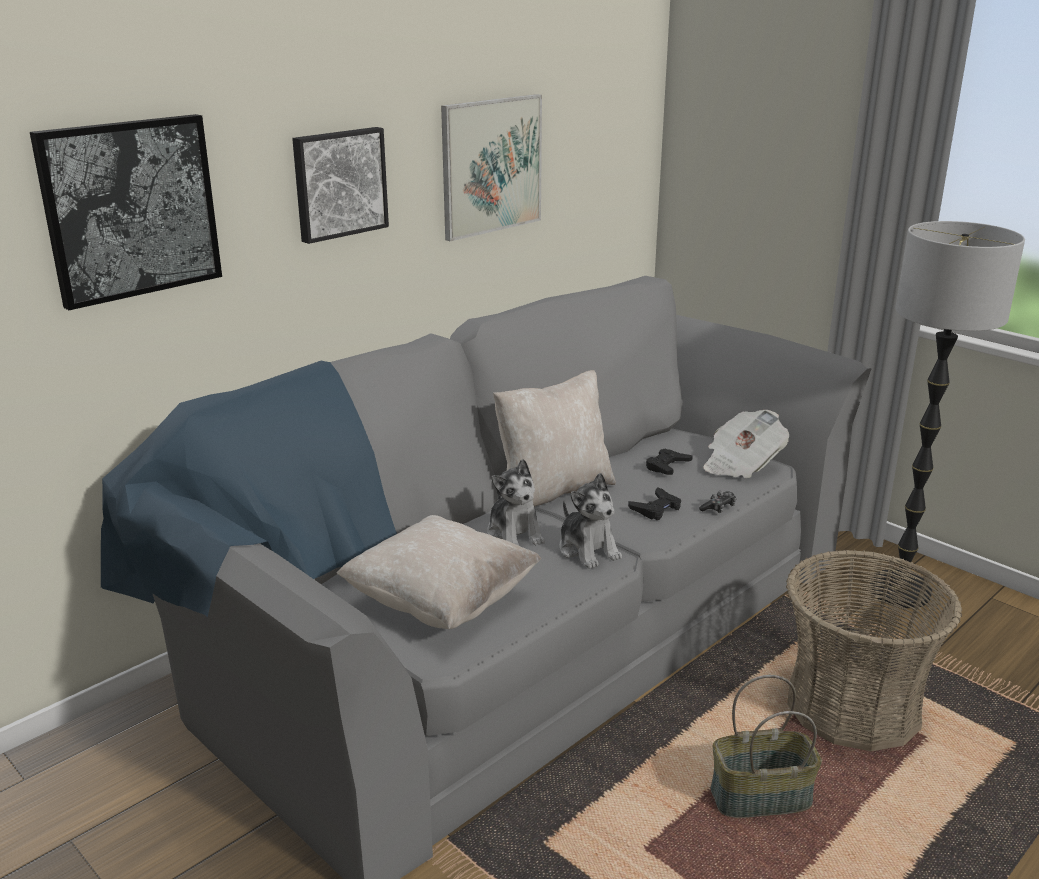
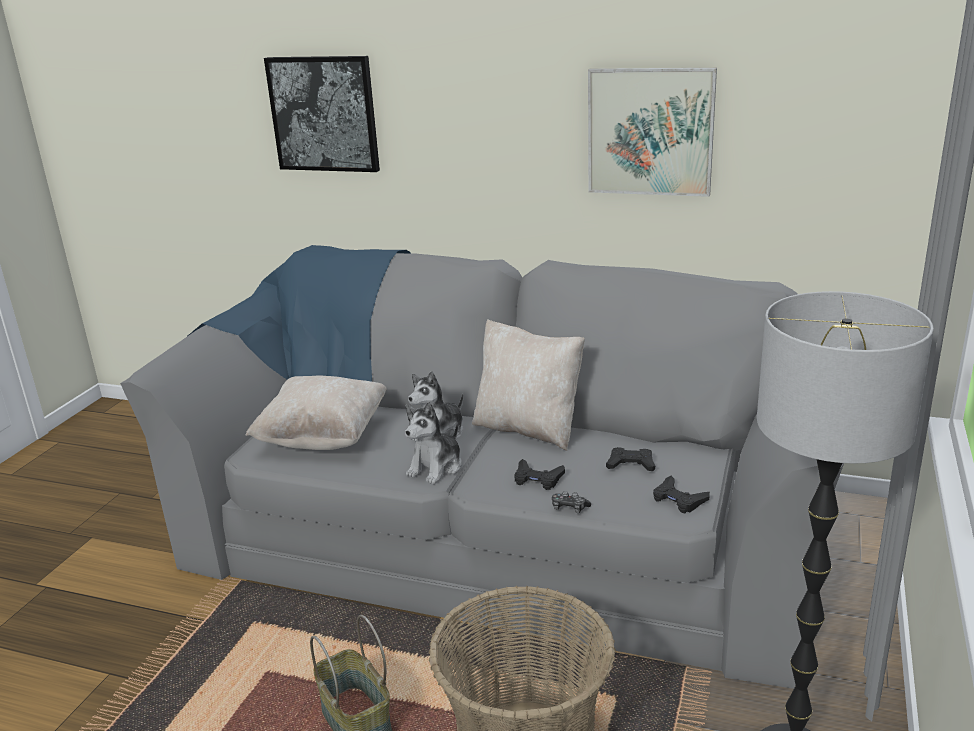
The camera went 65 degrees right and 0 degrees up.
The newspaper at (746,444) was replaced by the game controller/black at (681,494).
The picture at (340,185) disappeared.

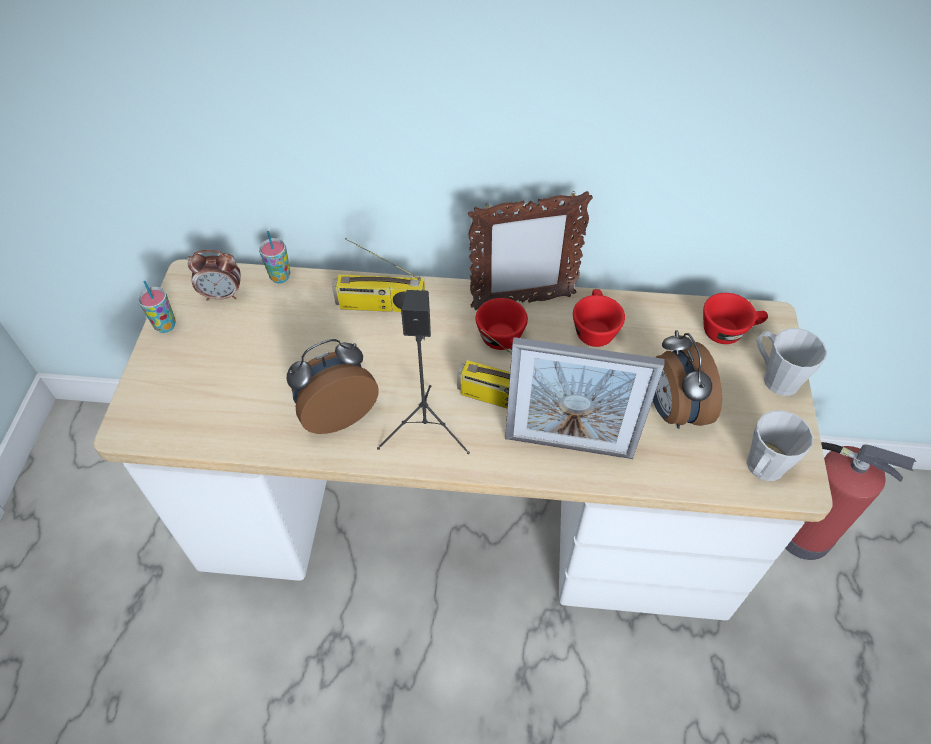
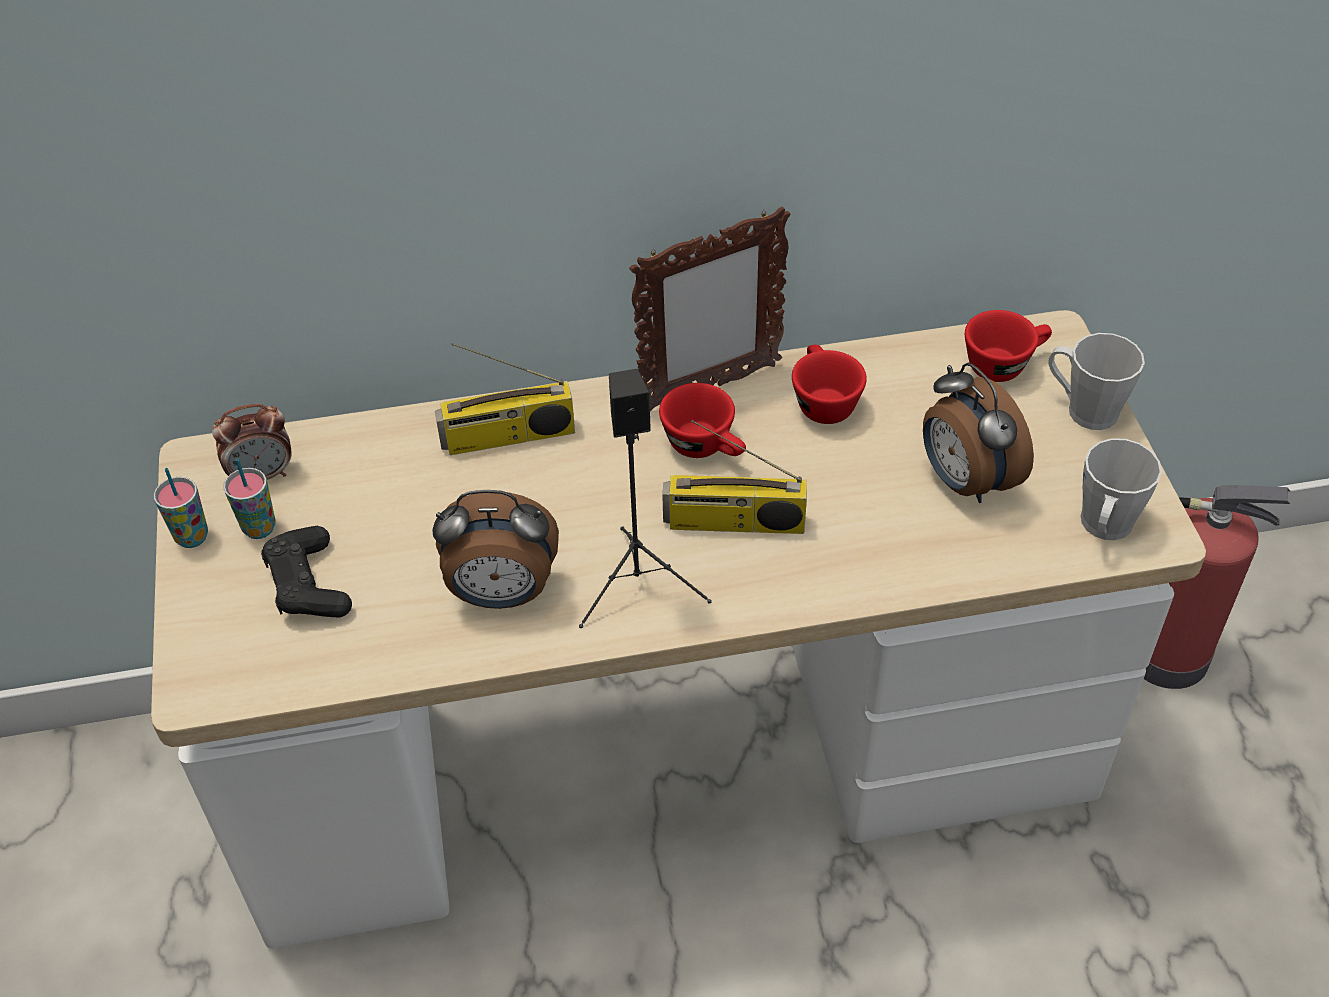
The camera went 15 degrees left and 5 degrees down.
The cup moved from (274,257) to (249,499).
The game controller/black at (306,571) appeared.
The alarm clock at (333,386) turned 135 degrees counterclockwise.
The picture frame at (585,398) disappeared.

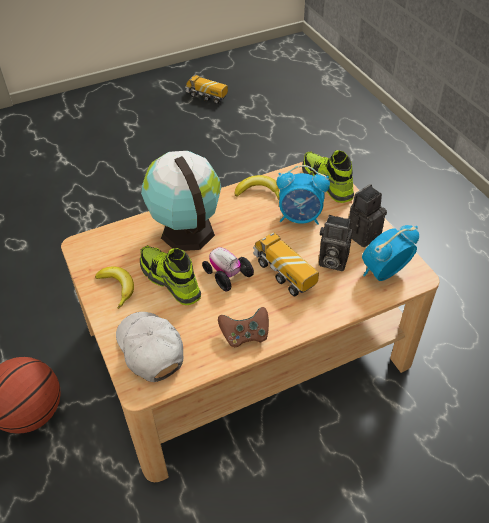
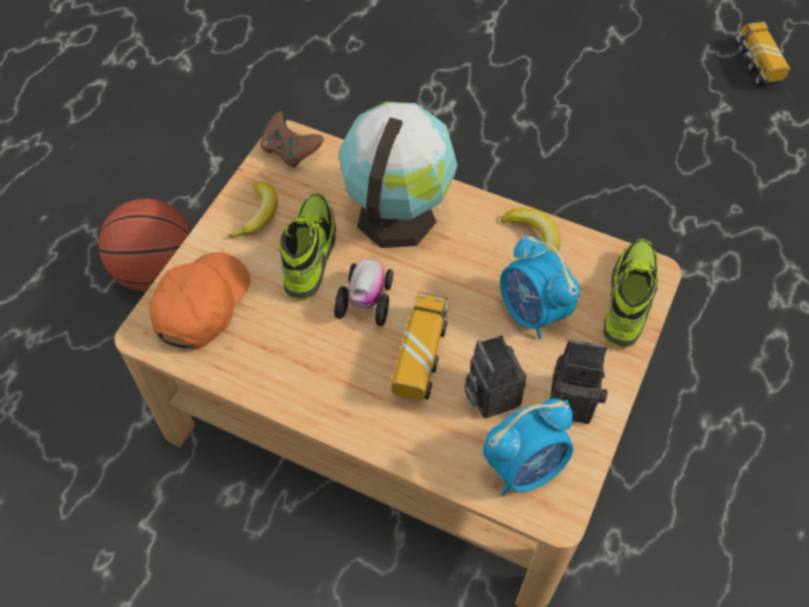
The camera went 50 degrees right and 10 degrees up.
The cap/white at (149,347) became the cap/orange at (199,300).
The game controller/brown moved from (243,327) to (292,139).
The alarm clock at (390,253) turned 135 degrees clockwise.

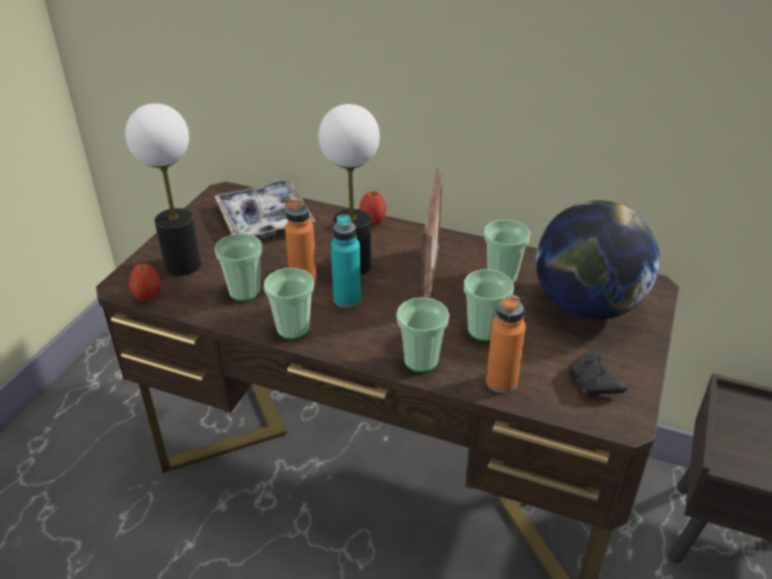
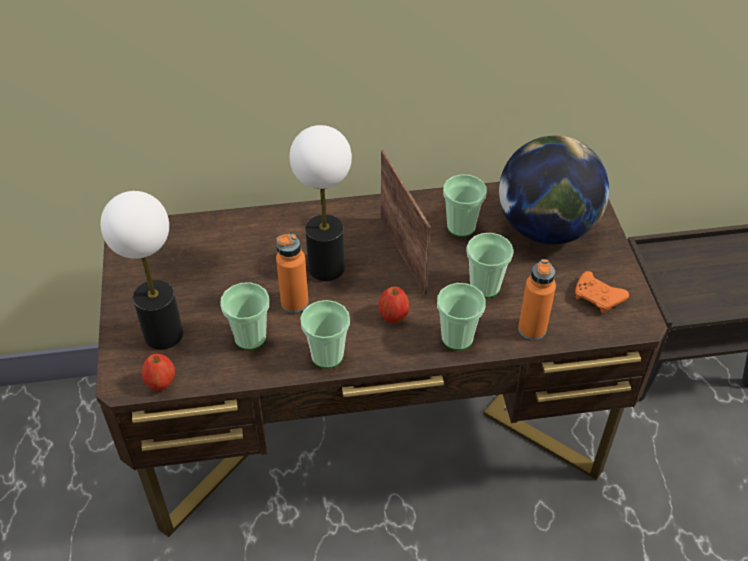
The camera went 30 degrees left and 10 degrees up.
The apple moved from (372,208) to (393,304).
The game controller/black at (598,374) became the game controller/orange at (602,292).
The tray at (264,209) disappeared.
The bottle/turquoise at (346,261) disappeared.

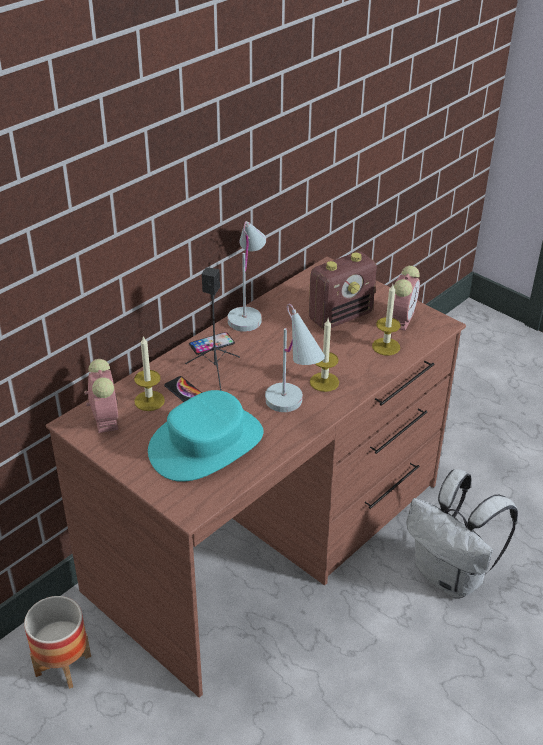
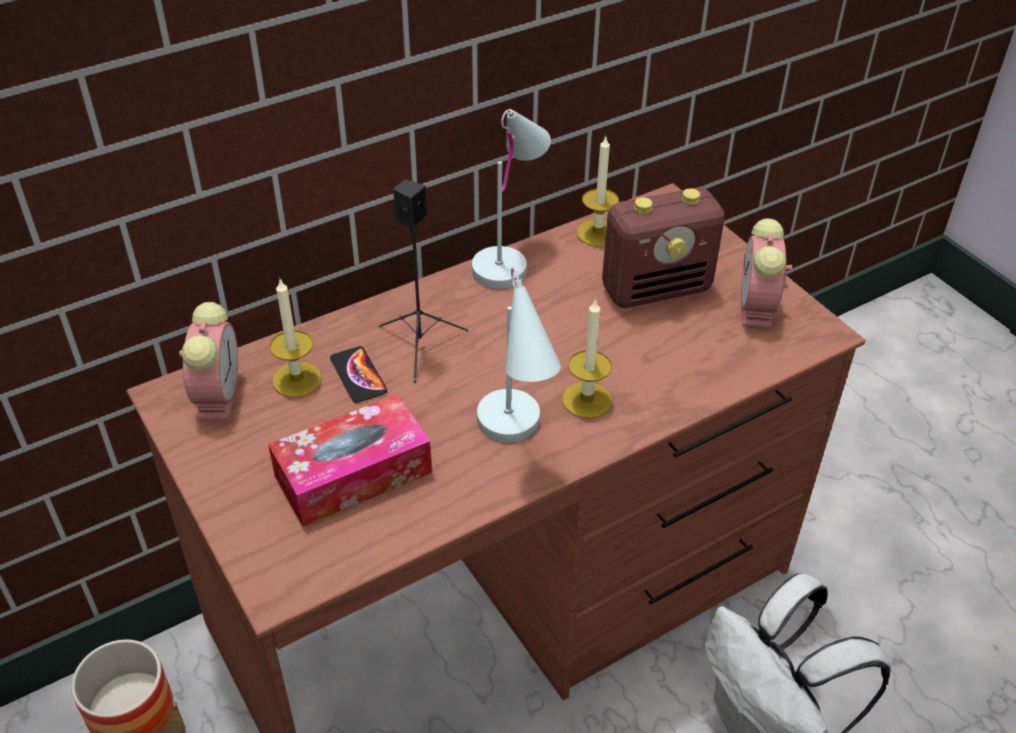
The camera went 15 degrees right and 5 degrees up.
The hat/turquoise at (206,436) was replaced by the tissue box at (350,460).
The candle moved from (386,320) to (598,191).
The alarm clock at (406,298) turned 150 degrees clockwise.
The phone at (212,343) disappeared.

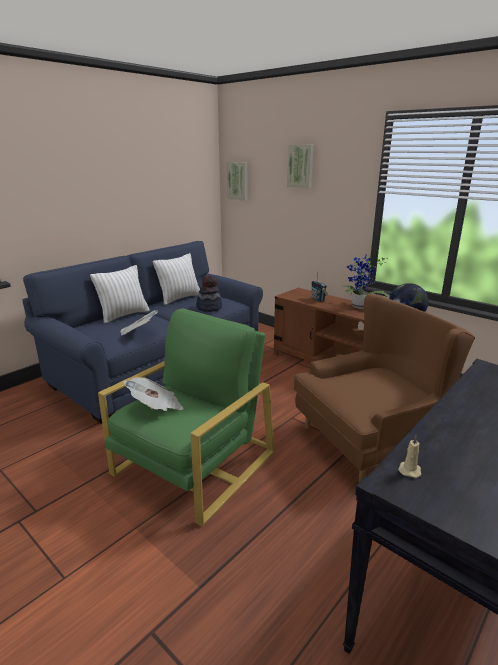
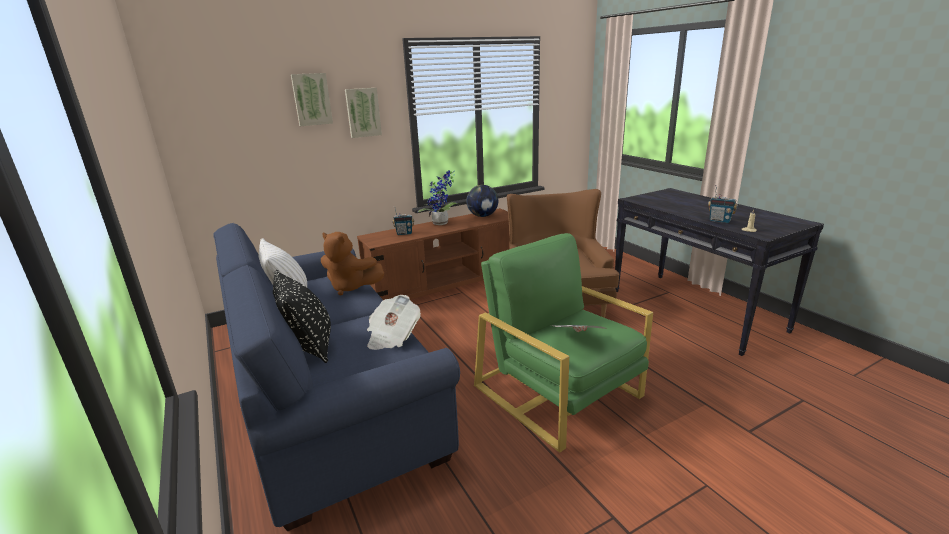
The camera went 70 degrees left and 0 degrees up.
The pillow/white at (120,294) became the pillow/black at (302,316).
The hat at (209,294) was replaced by the plush toy/brown at (352,263).
The picture moved from (237,181) to (363,113).
The radio at (723,204) appeared.

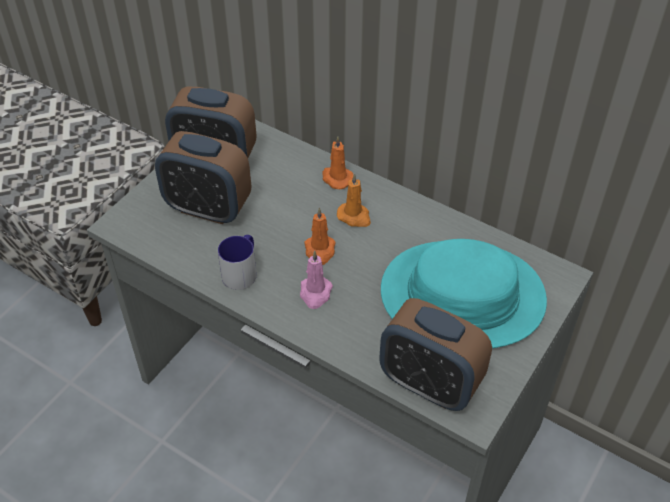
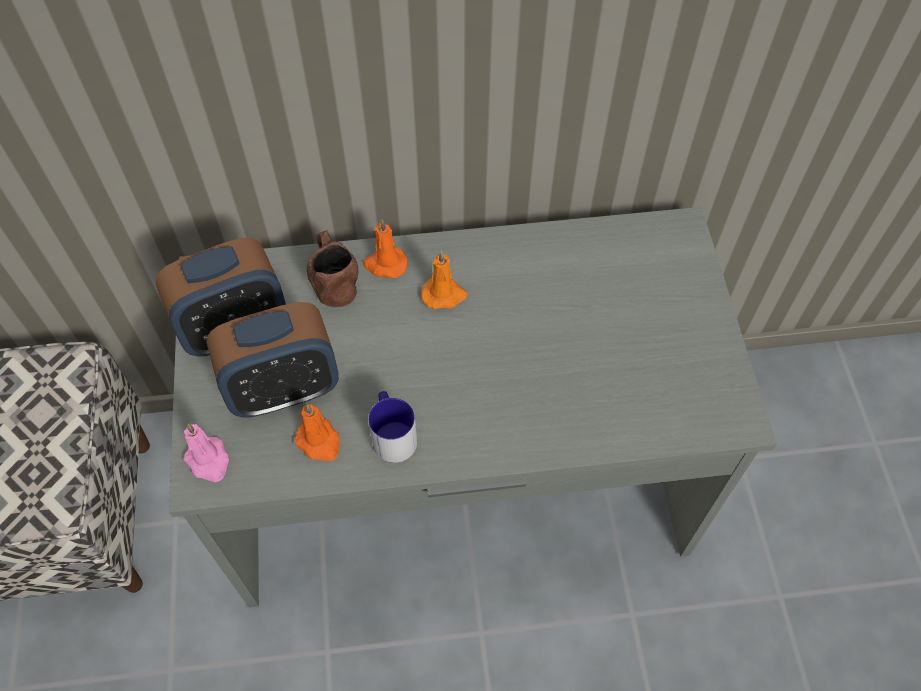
The camera went 40 degrees left and 10 degrees up.
The candle/pink moved from (316,280) to (206,452).
The candle/orange moved from (320,236) to (317,432).
The mug/brown at (332,268) appeared.
The alarm clock at (435,354) disappeared.
The hat/turquoise at (464,293) disappeared.

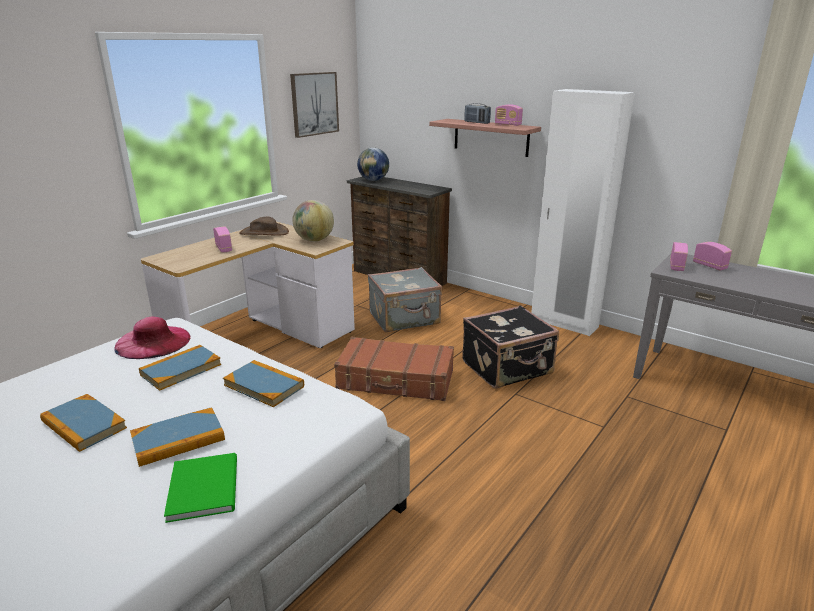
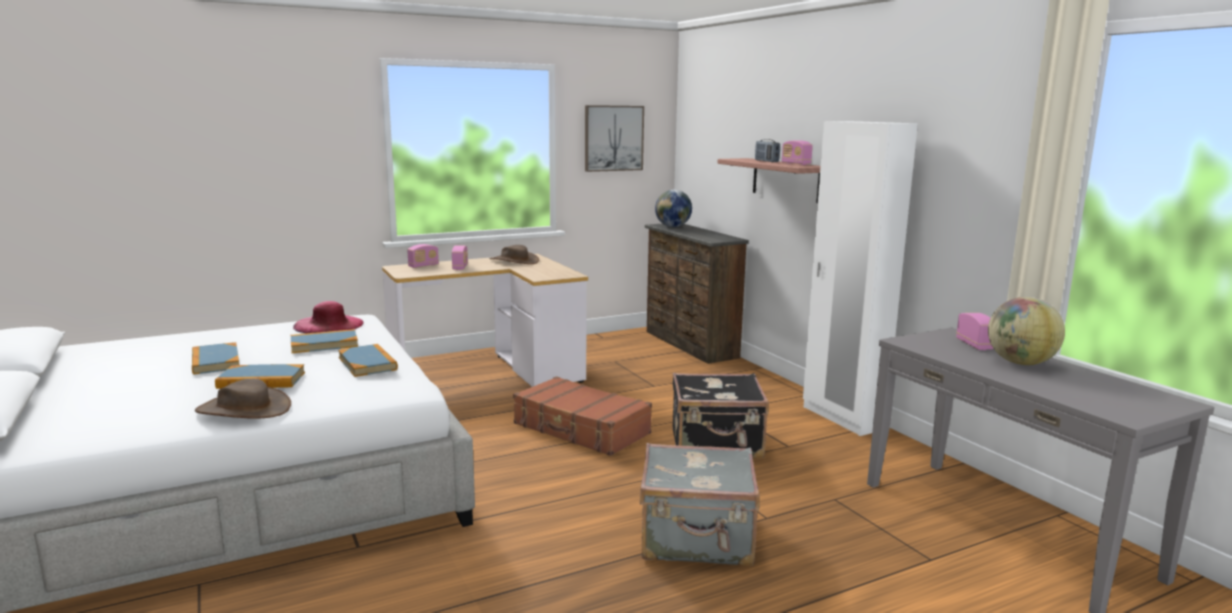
The camera went 25 degrees right and 10 degrees down.
The book/green at (200,488) was replaced by the hat/brown at (243,399).
The radio moved from (679,256) to (423,256).
The suitcase/grey moved from (405,299) to (700,504).
The globe moved from (313,220) to (1026,331).

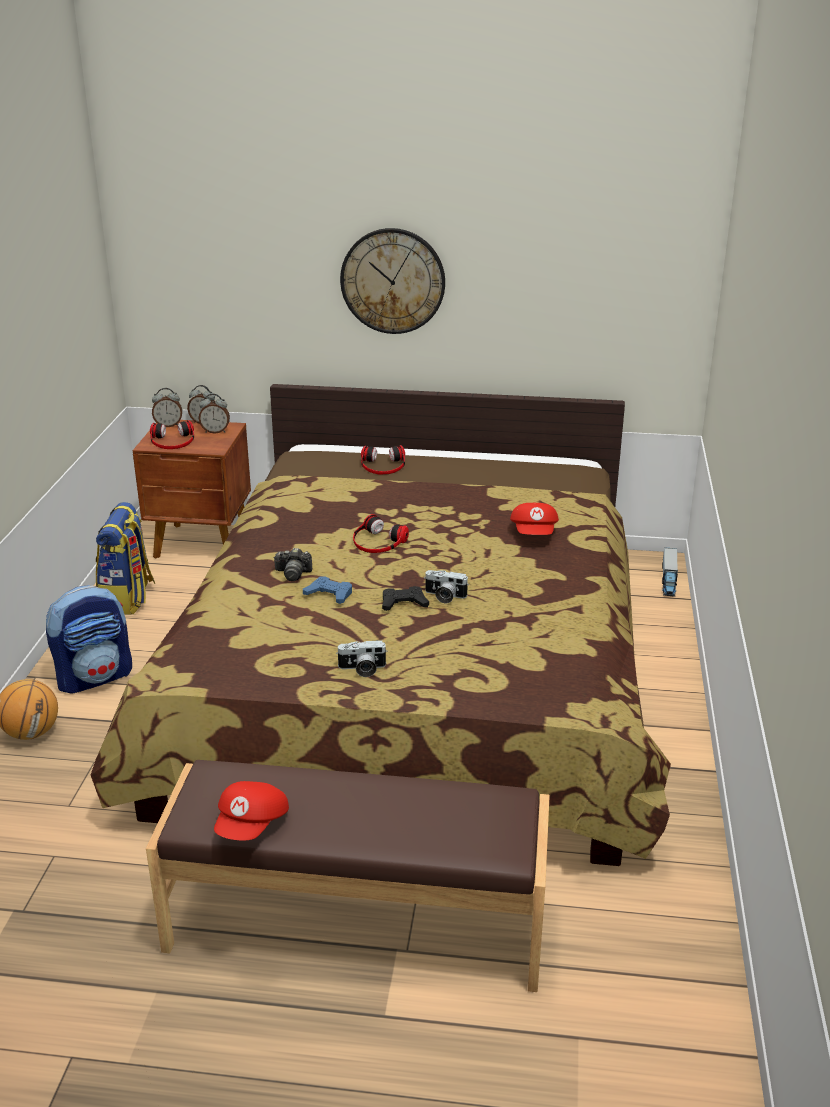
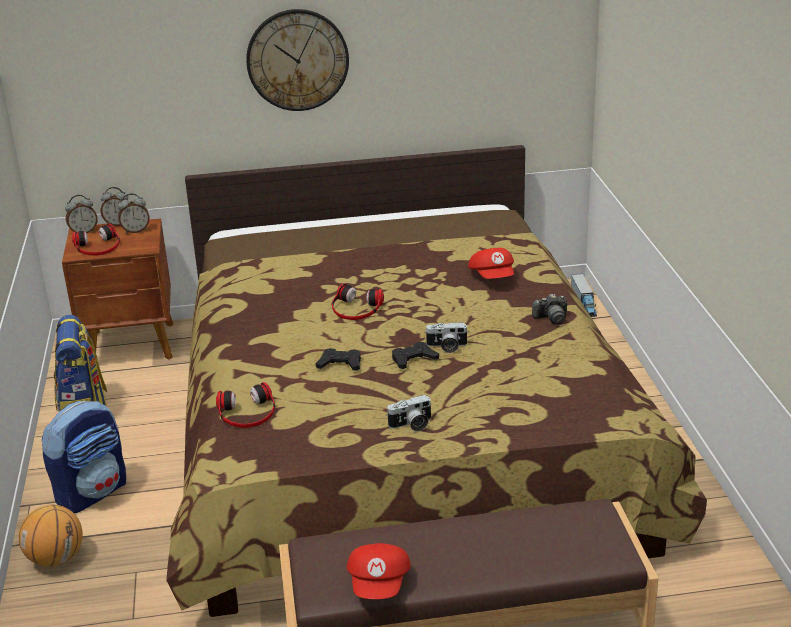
The camera went 15 degrees left and 0 degrees up.
The headphones moved from (383,459) to (245,405).
The game controller/blue at (327,590) became the game controller/black at (338,359).
The photo camera moved from (292,564) to (549,309).

